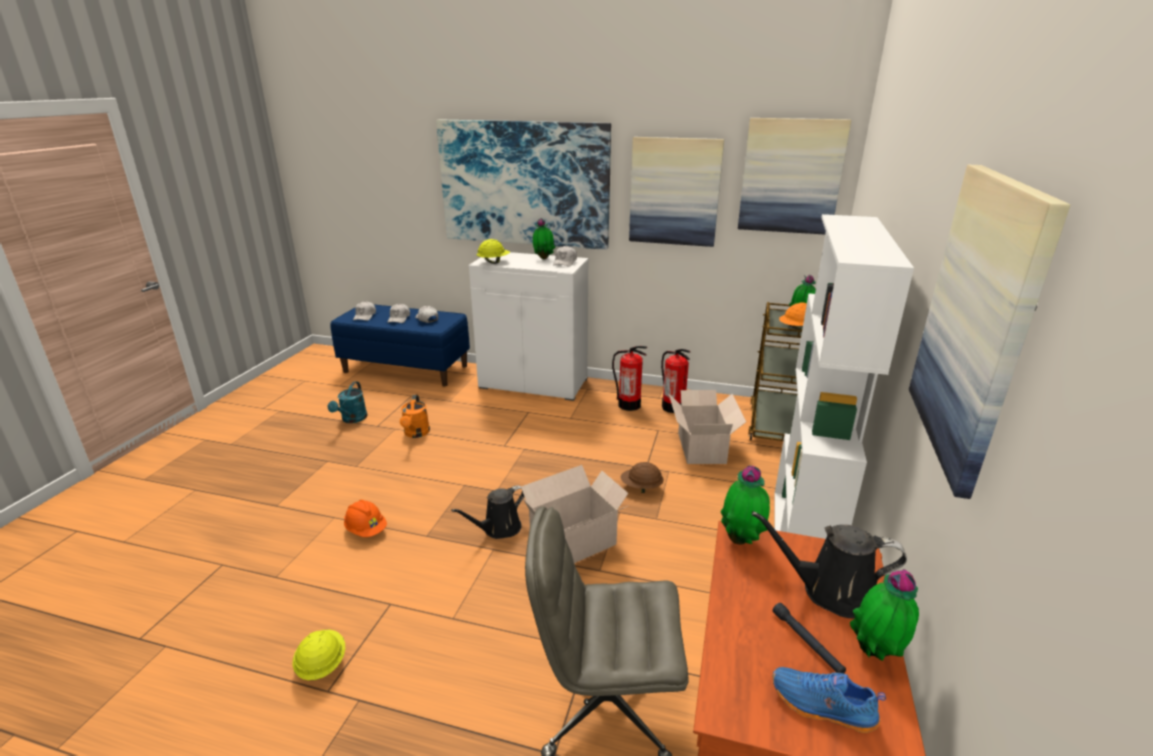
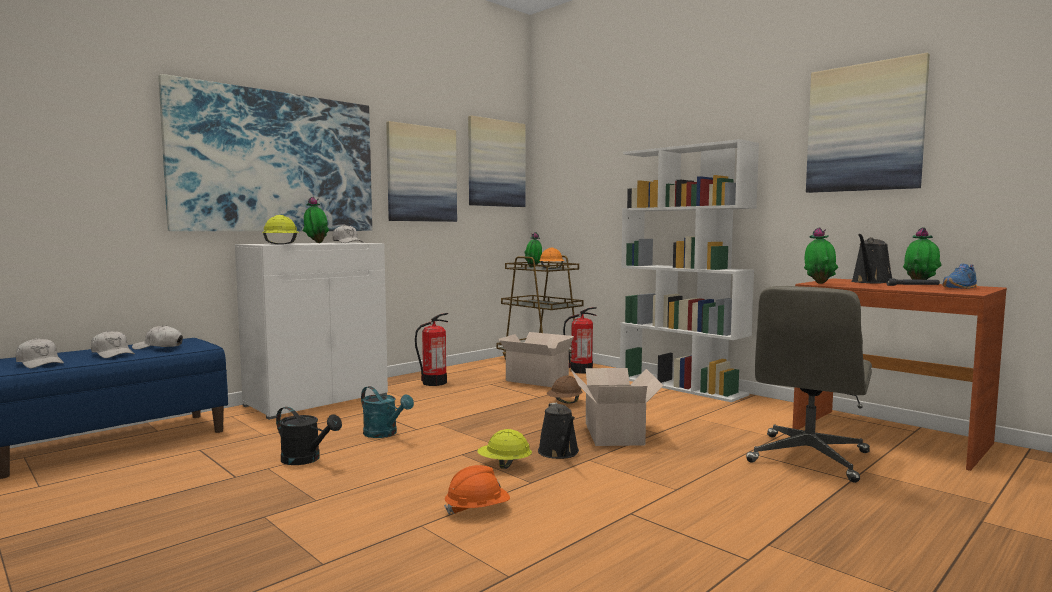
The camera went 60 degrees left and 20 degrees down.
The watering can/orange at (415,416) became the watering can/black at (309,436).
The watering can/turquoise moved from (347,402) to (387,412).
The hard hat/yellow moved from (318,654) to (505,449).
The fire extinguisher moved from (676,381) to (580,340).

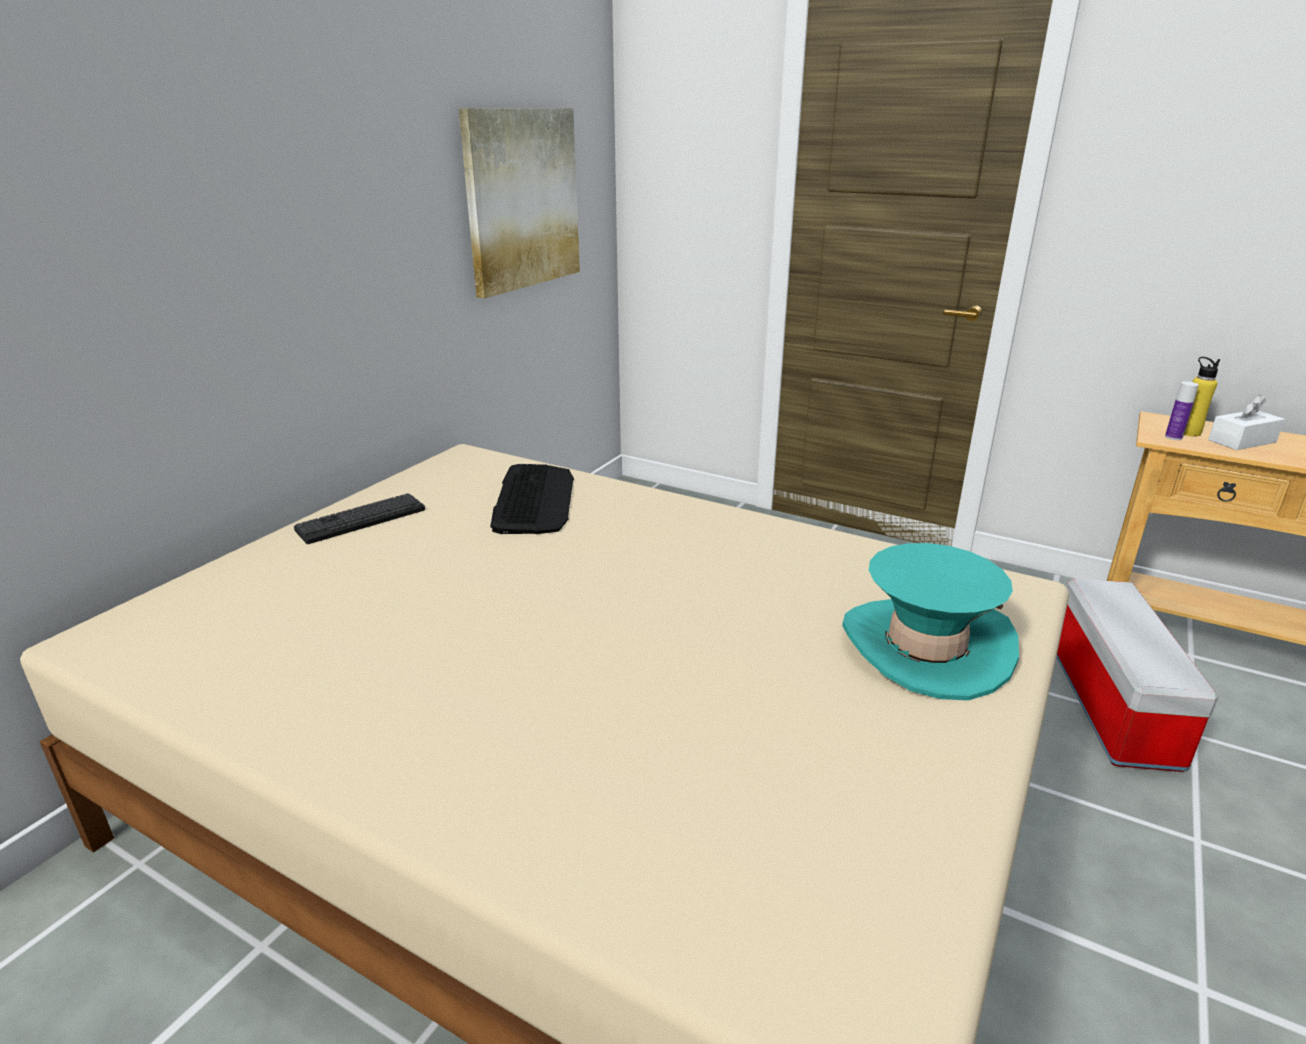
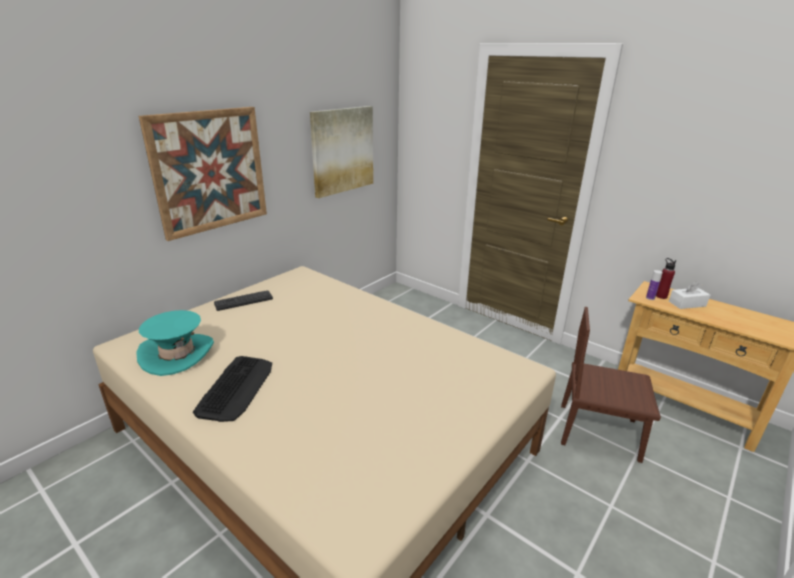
The camera went 10 degrees right and 0 degrees up.
The hat/turquoise moved from (930,621) to (175,343).
The picture at (203,174) appeared.
The keyboard moved from (532,499) to (232,389).
The storage box at (1137,675) was replaced by the chair/brown at (611,385).
The bottle/yellow at (1202,397) became the bottle/red at (666,278).

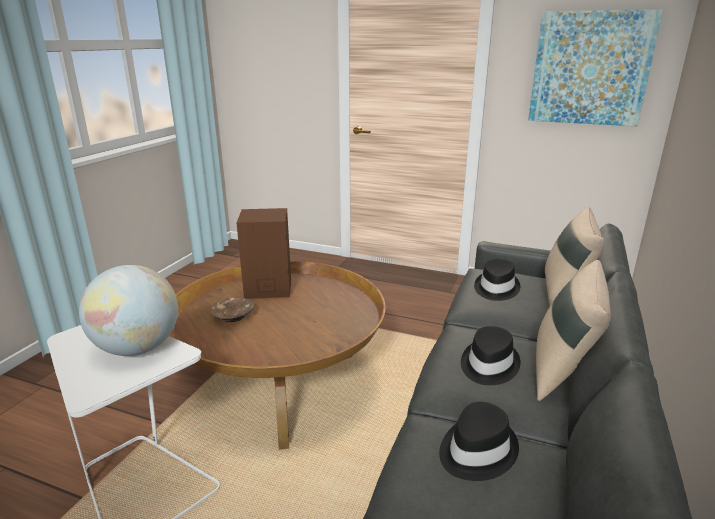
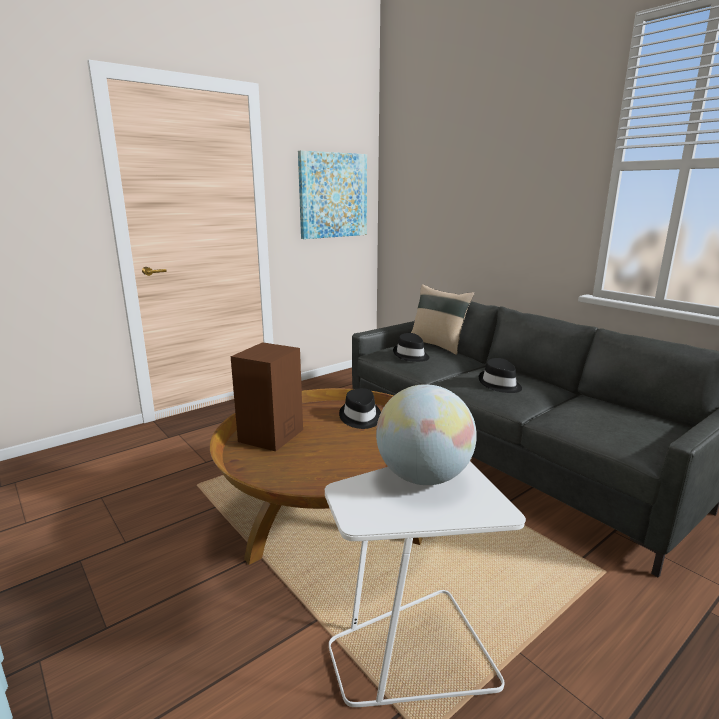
The camera went 60 degrees left and 5 degrees down.
The hat/black moved from (479,441) to (360,408).
The bowl/brown at (232,310) disappeared.
The pillow/beige at (573,330) disappeared.

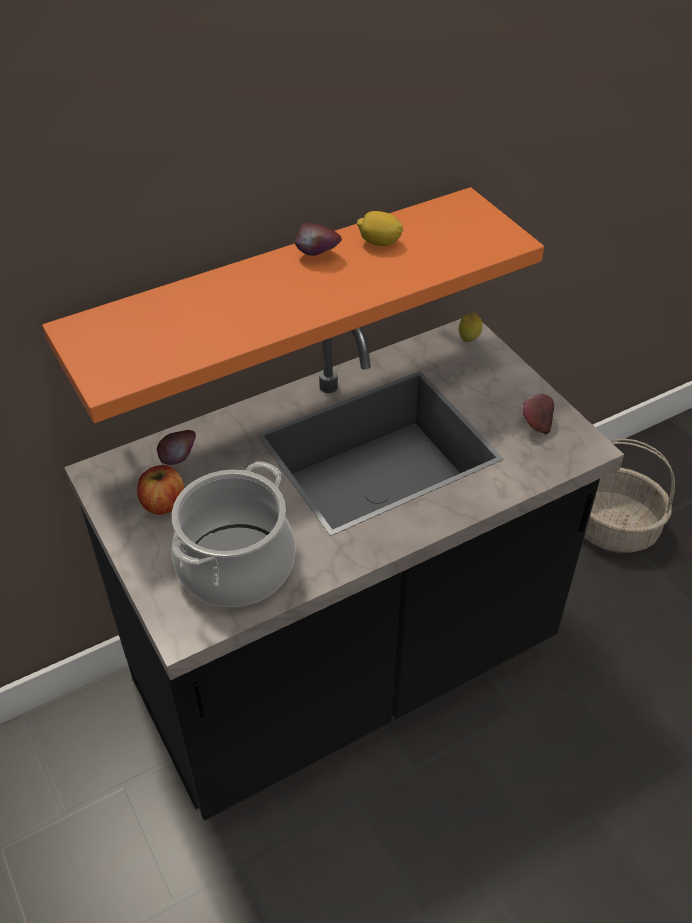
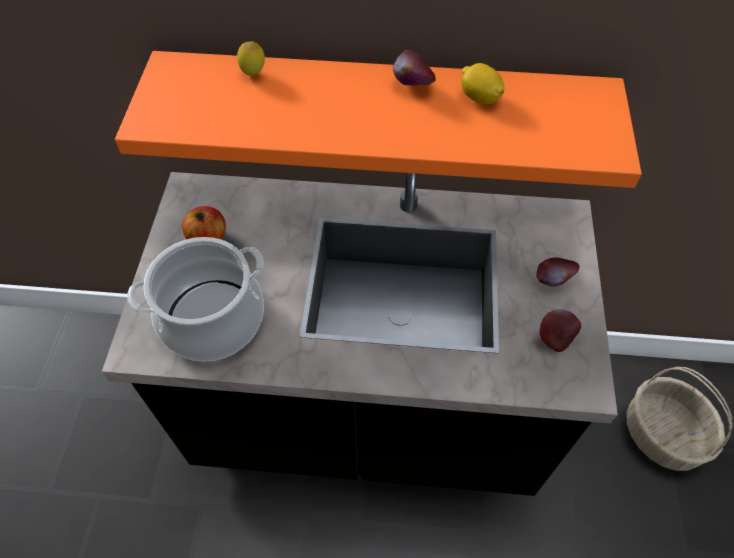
The camera went 35 degrees right and 10 degrees up.
The lemon moved from (470,327) to (251,58).
The apple moved from (176,447) to (558,271).

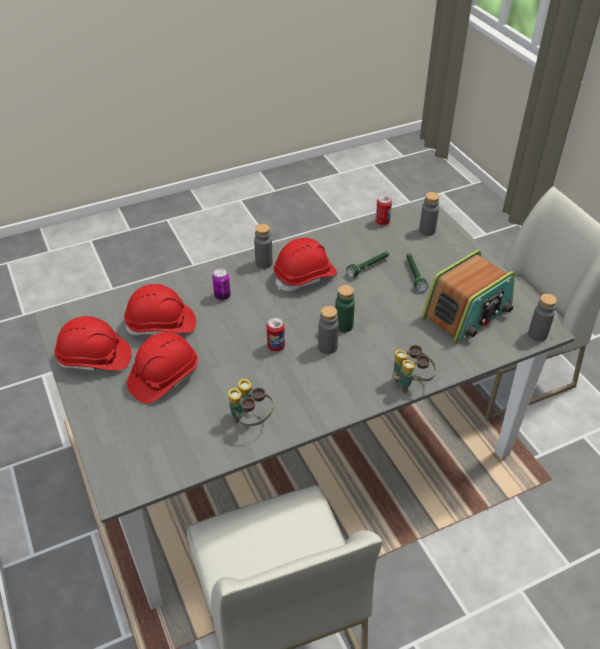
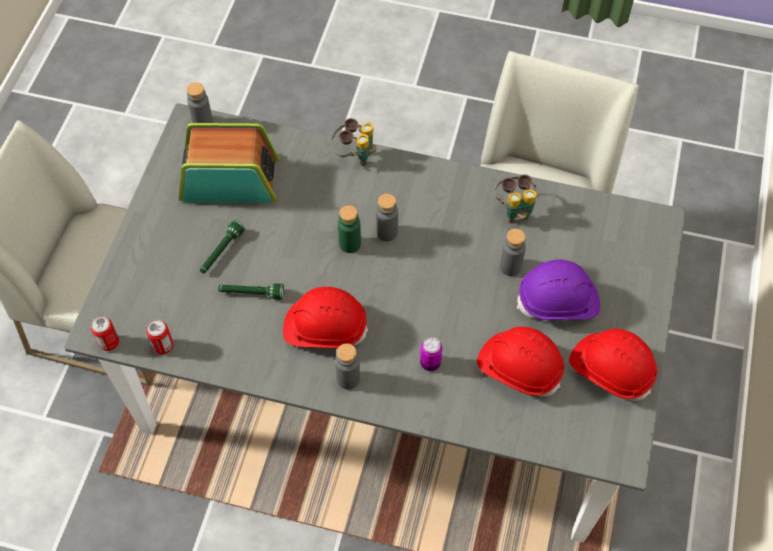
The camera went 140 degrees left and 15 degrees up.
The can moved from (275,334) to (105,333).
The bottle/grey moved from (429,214) to (513,252).
The hard hat/red at (162,368) became the hard hat/purple at (558,290).

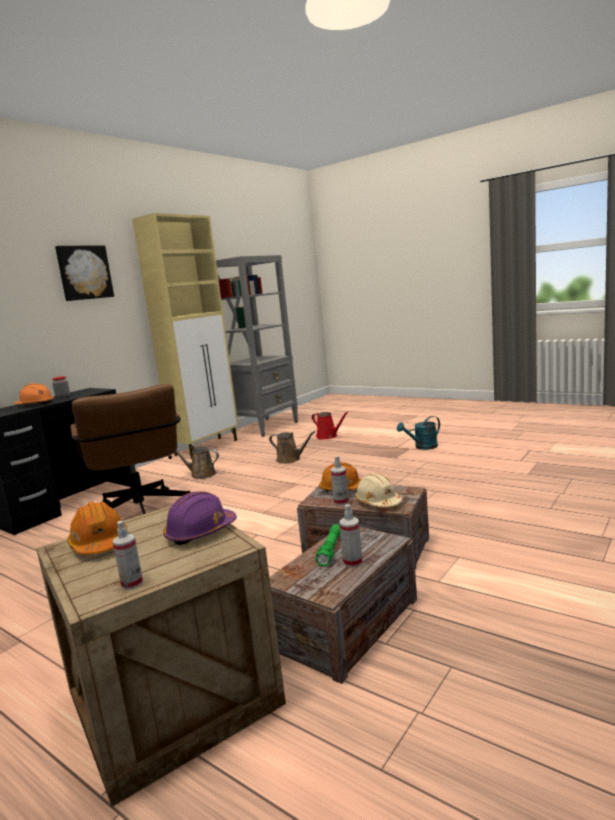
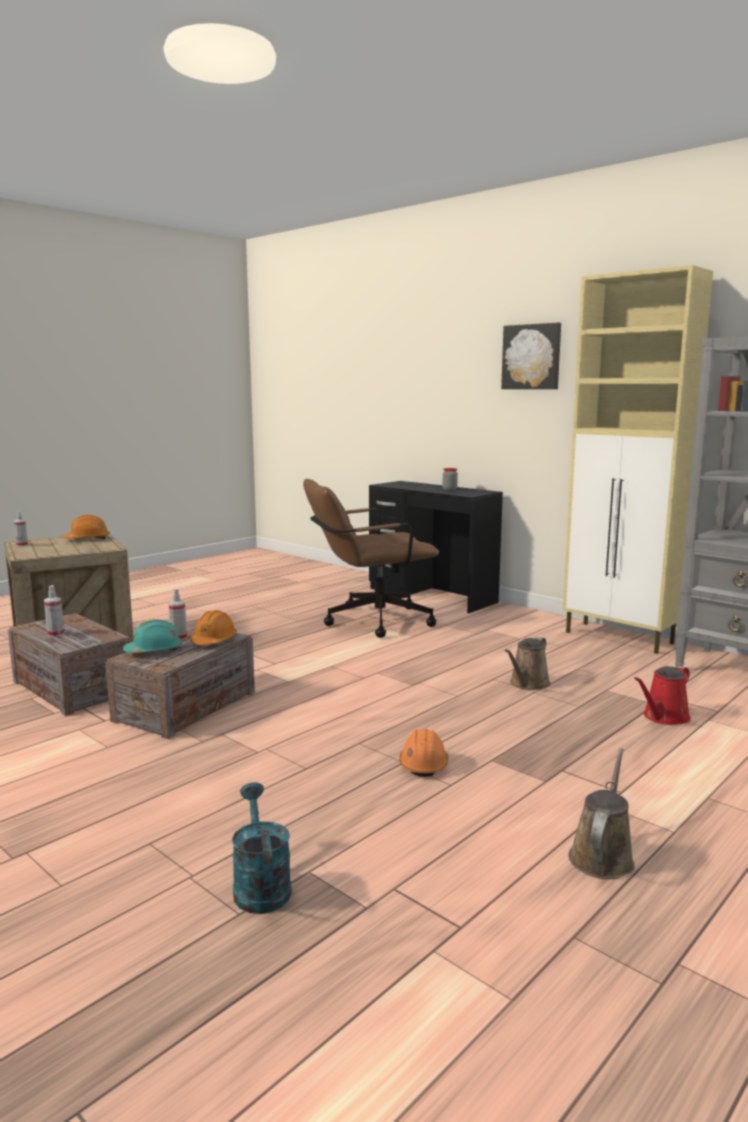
The camera went 95 degrees right and 0 degrees up.
The hard hat/beige at (378,490) became the hard hat/turquoise at (152,636).
The watering can/turquoise moved from (418,433) to (262,848).
The hard hat/orange moved from (34,394) to (423,752).
The watering can/brown moved from (197,462) to (601,813).
The hard hat/purple at (200,518) disappeared.
The flashlight/green at (327,545) disappeared.

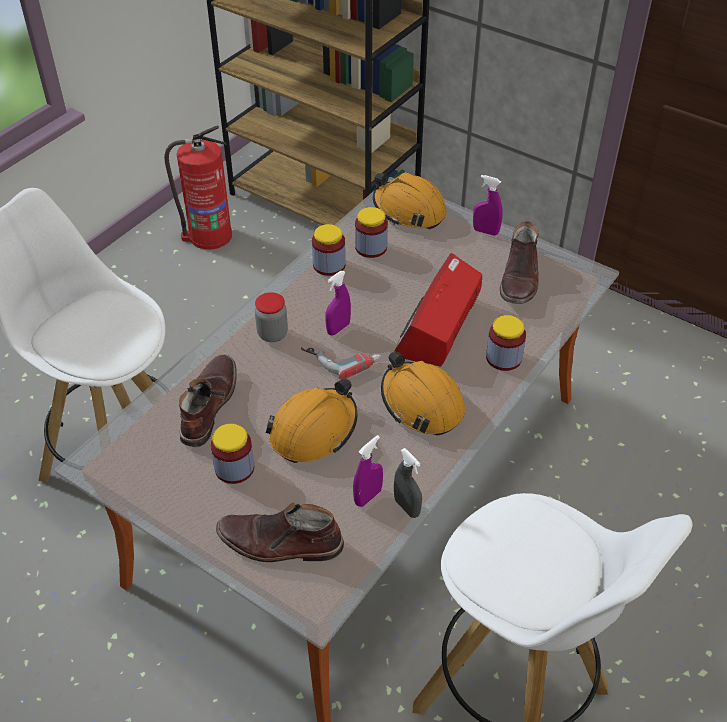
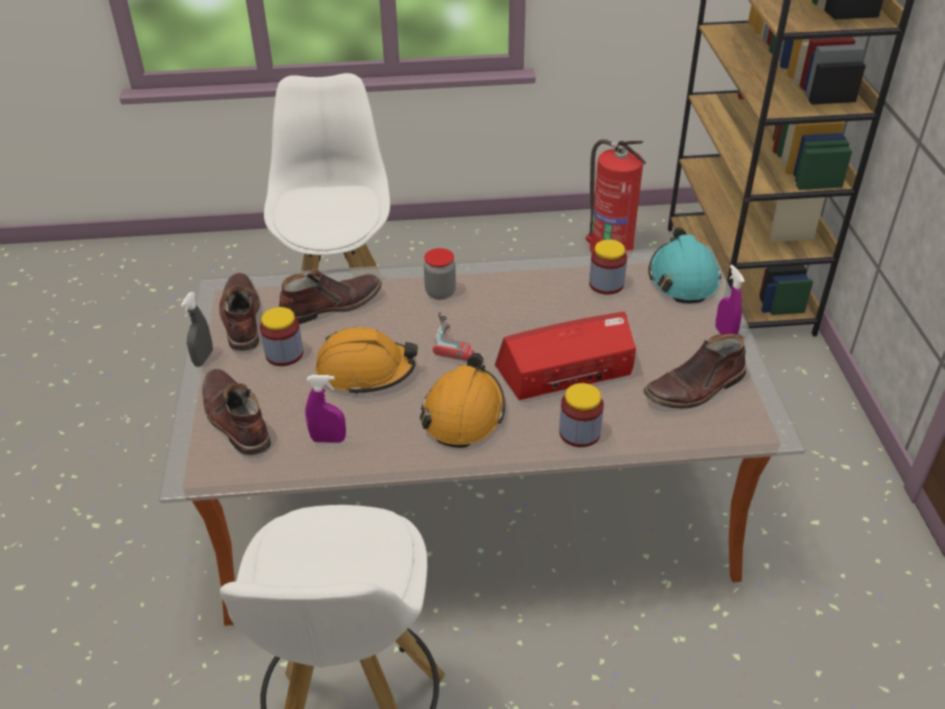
The camera went 50 degrees right and 5 degrees down.
The spray bottle/grey moved from (408,483) to (197,329).
The boot/brown at (239,312) appeared.
The hard hat/orange at (410,200) became the hard hat/turquoise at (684,265).
The jar at (329,250) disappeared.
The spray bottle/purple at (338,303) disappeared.

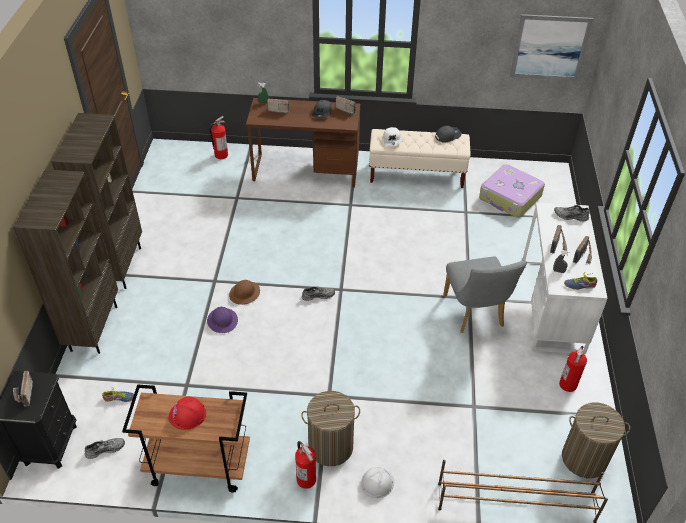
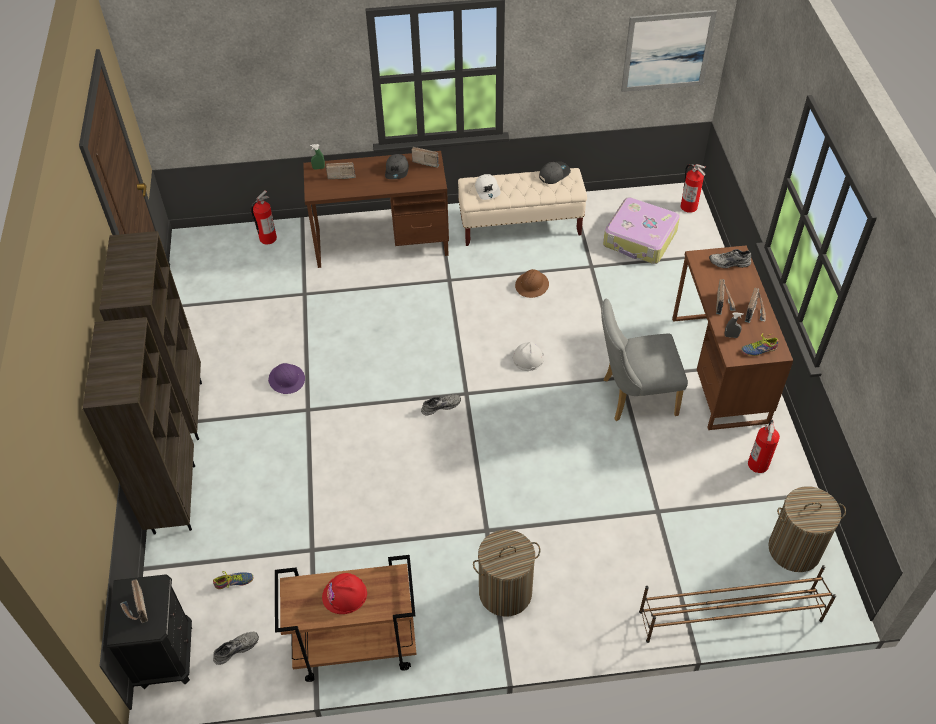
The camera went 10 degrees left and 5 degrees up.
The hard hat/purple moved from (222,320) to (286,378).
The hard hat/white moved from (377,482) to (529,356).
The hard hat/brown moved from (244,292) to (532,283).
The chair/grey at (485,295) turned 105 degrees clockwise.
The desk/white at (565,278) became the desk/brown at (732,337).
The fire extinguisher moved from (305,465) to (693,188).

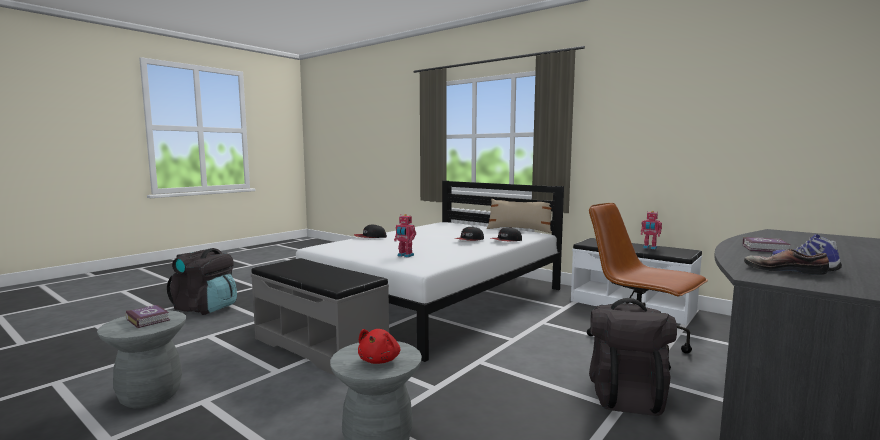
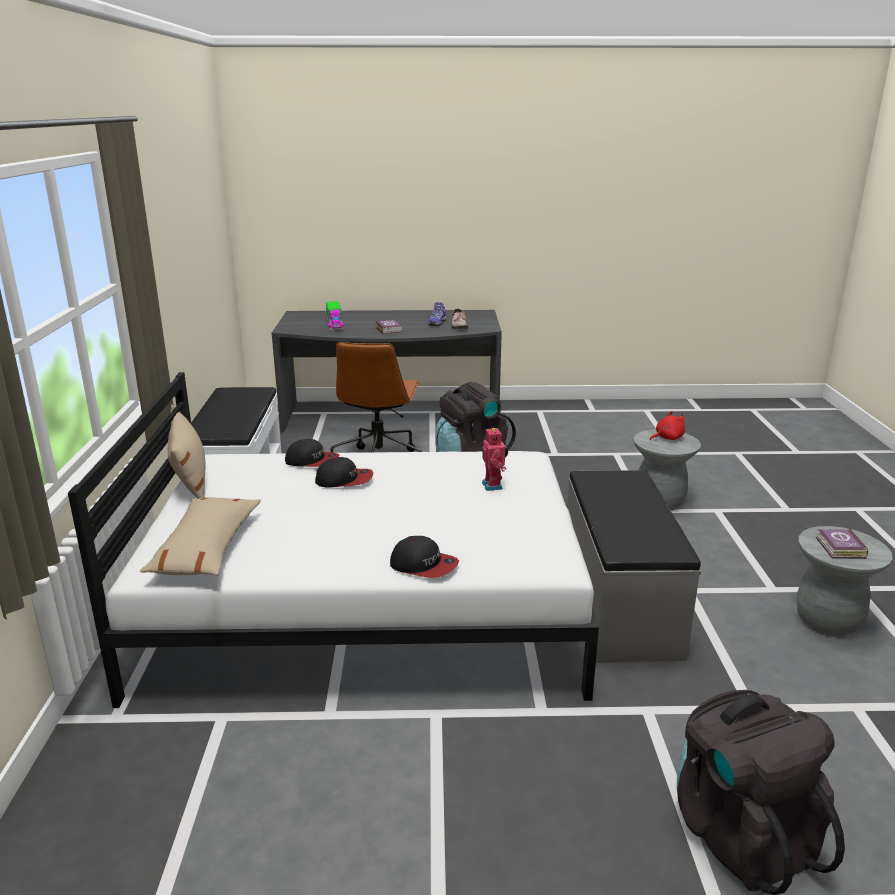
The camera went 130 degrees left and 15 degrees up.
The pillow/beige at (200,537) appeared.
The toy truck at (335,316) appeared.
The toy robot at (651,230) disappeared.

